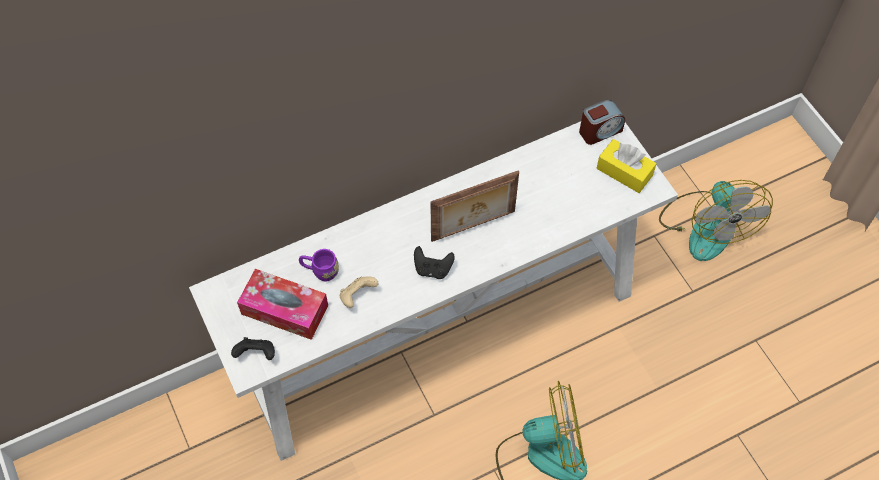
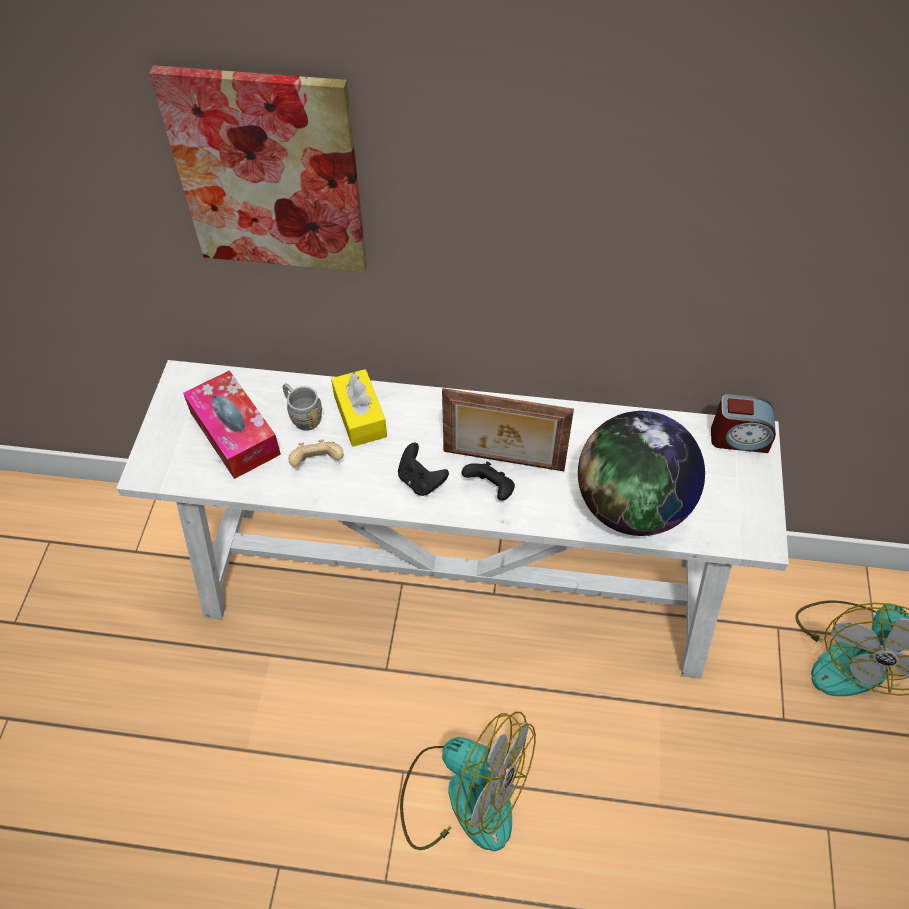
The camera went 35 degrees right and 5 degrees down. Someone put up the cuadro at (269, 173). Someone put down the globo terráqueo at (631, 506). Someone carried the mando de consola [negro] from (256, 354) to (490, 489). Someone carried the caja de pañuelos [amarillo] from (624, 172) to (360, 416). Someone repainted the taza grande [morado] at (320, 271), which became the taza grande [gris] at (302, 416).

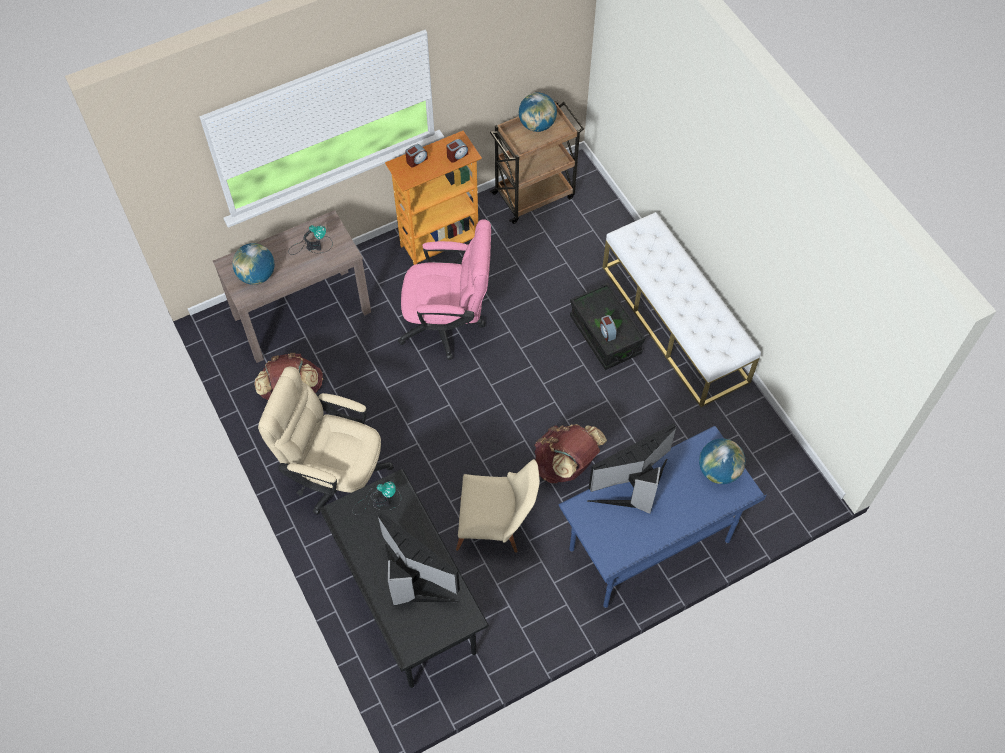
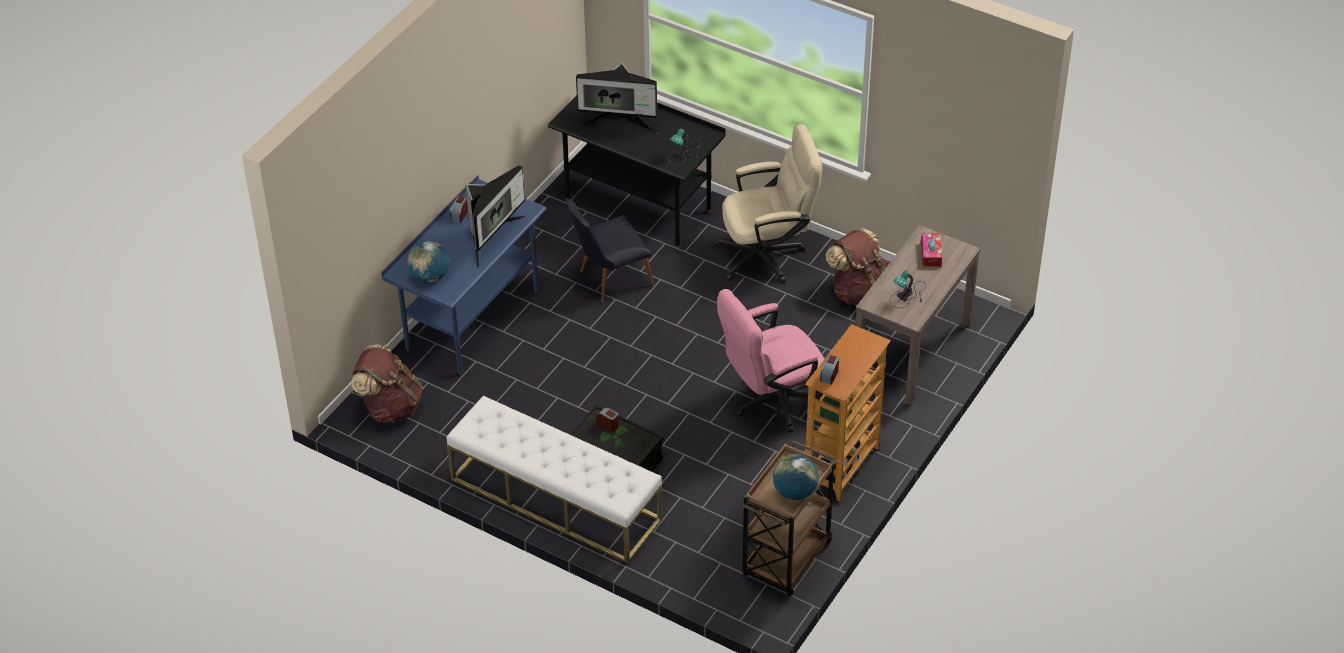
The camera went 150 degrees right and 15 degrees down. Someone carried the despertador from (416, 160) to (460, 215). Someone carried the mochila [marrón] from (566, 465) to (390, 407). Someone swapped the globo terráqueo at (257, 275) for the caja de pañuelos at (930, 254). Someone repainted the silla [beis] at (496, 527), which became the silla [negro] at (609, 279).

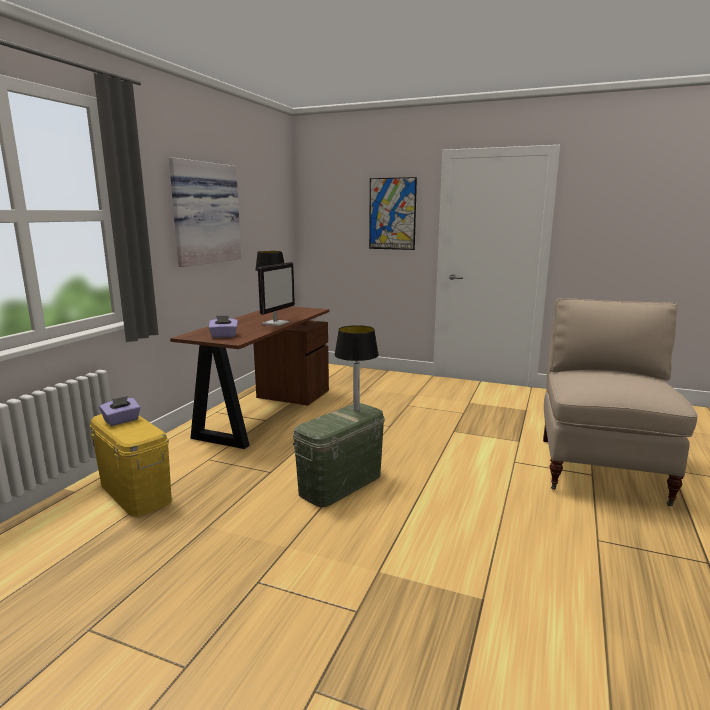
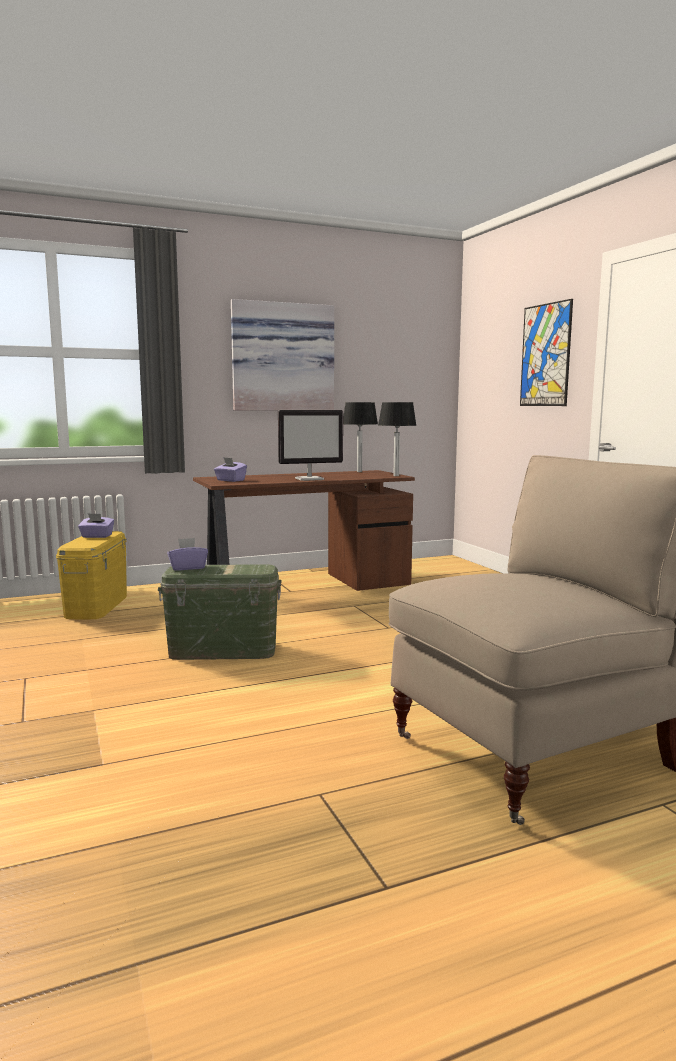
The camera went 45 degrees right and 5 degrees down. Someone put down the caja de pañuelos [morado] at (187, 567). Someone carried the lámpara de mesa from (356, 409) to (396, 475).

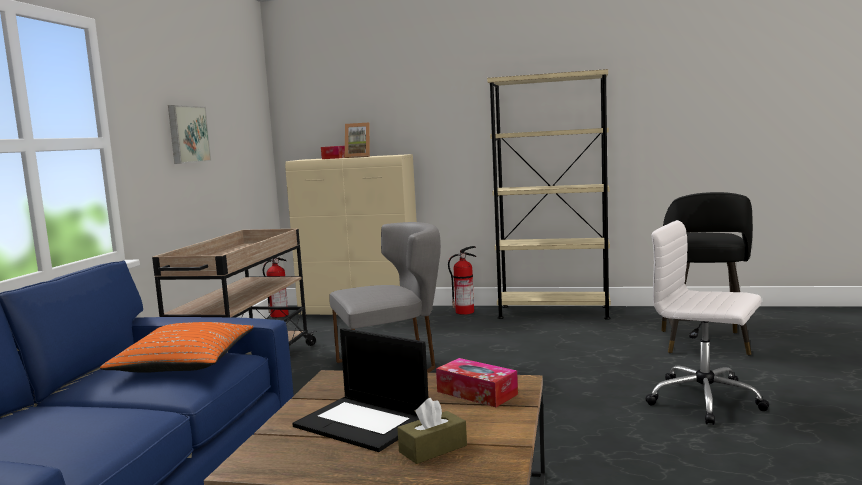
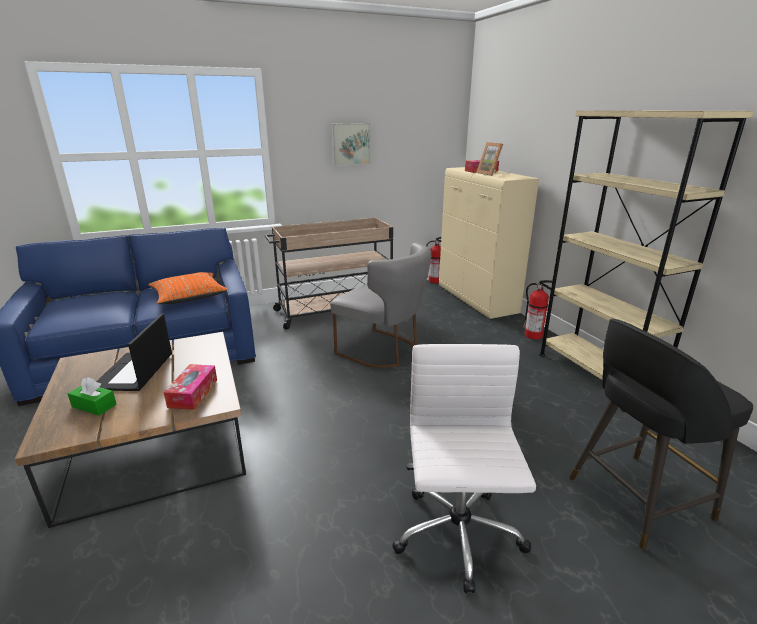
The camera went 55 degrees right and 15 degrees up. Someone repainted the caja de pañuelos [marrón] at (433, 449), which became the caja de pañuelos [verde] at (94, 406).

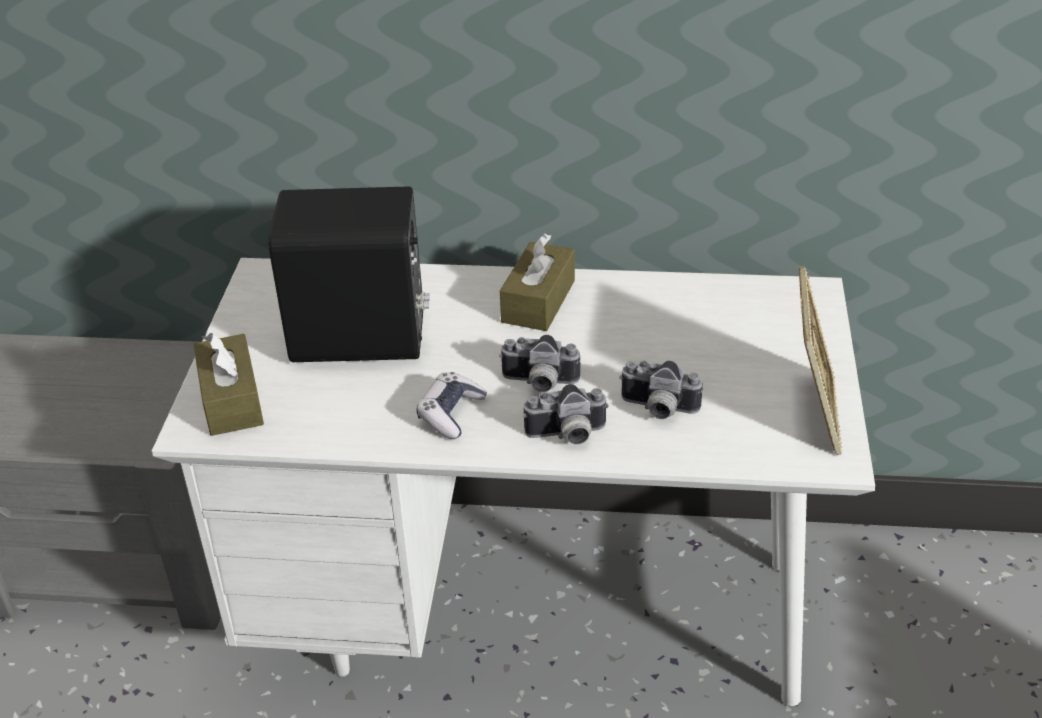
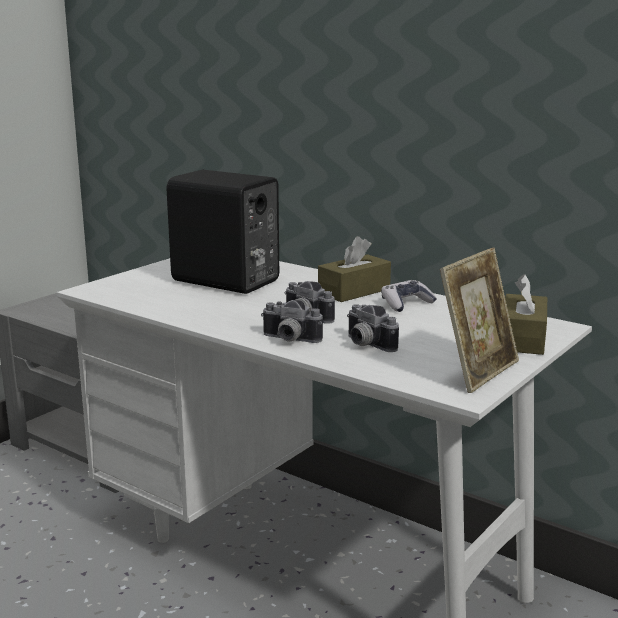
The camera went 30 degrees right and 20 degrees down. Someone carried the caja de pañuelos [marrón] from (231, 400) to (522, 339). Someone carried the mando de consola from (451, 413) to (406, 304).

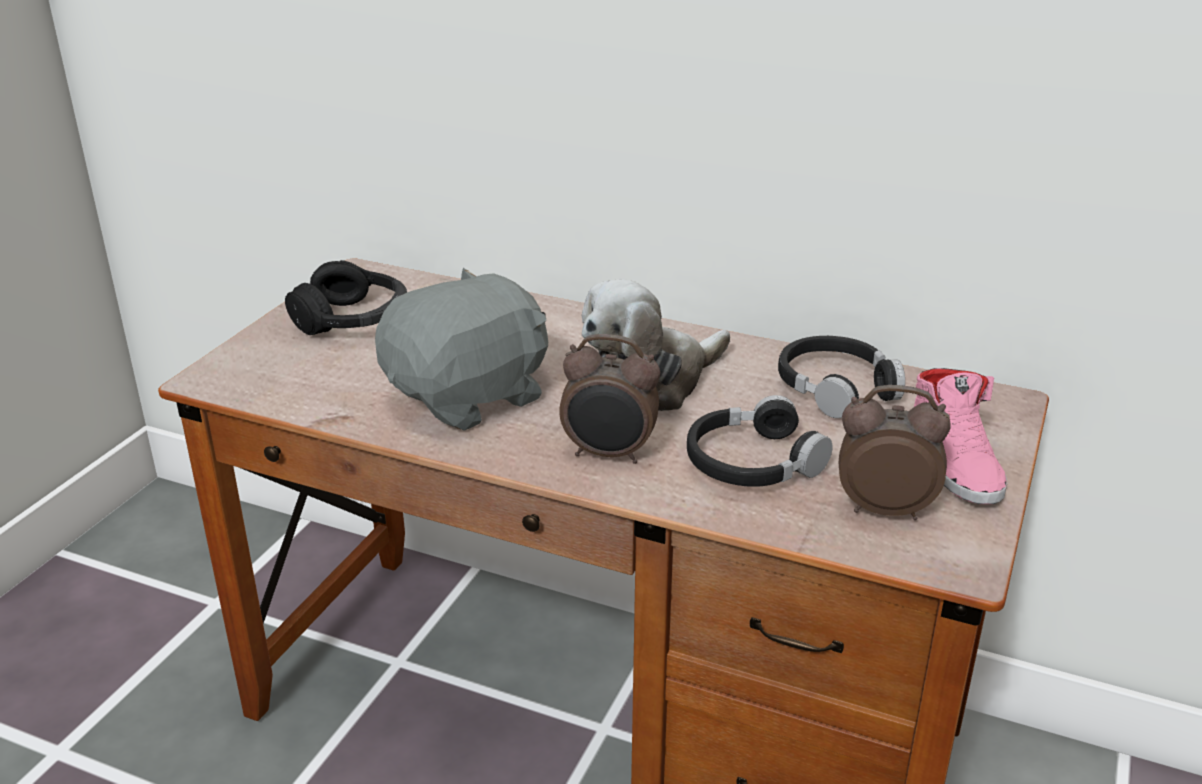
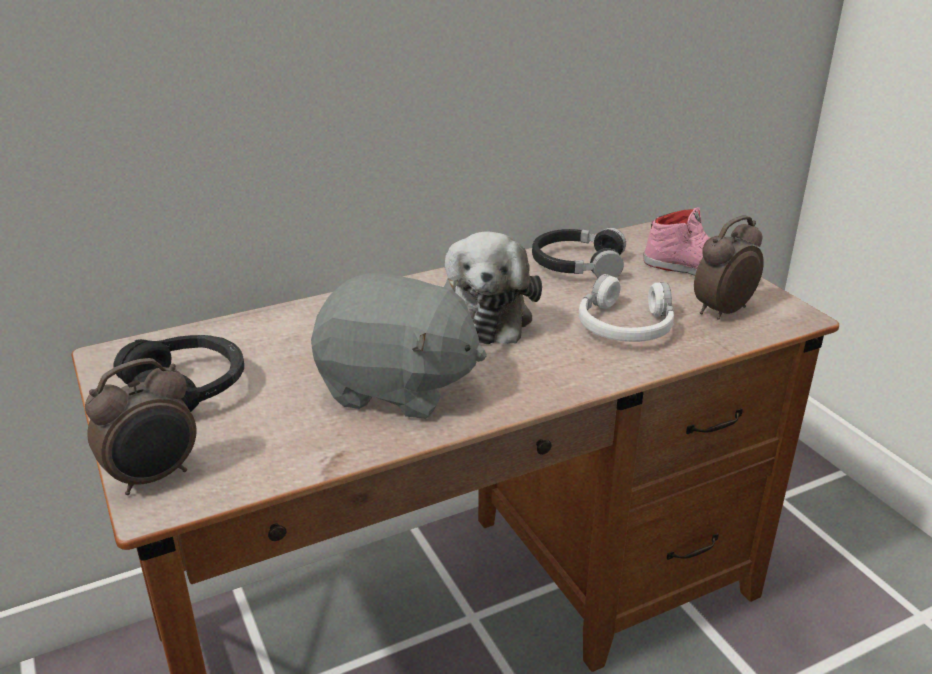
The camera went 50 degrees left and 0 degrees up. Someone carried the despertador from (609, 454) to (154, 477). Someone repainted the auriculares [negro] at (752, 463), which became the auriculares [blanco] at (625, 325). Someone rotated the peluche [gris] at (470, 397) by 105 degrees clockwise.

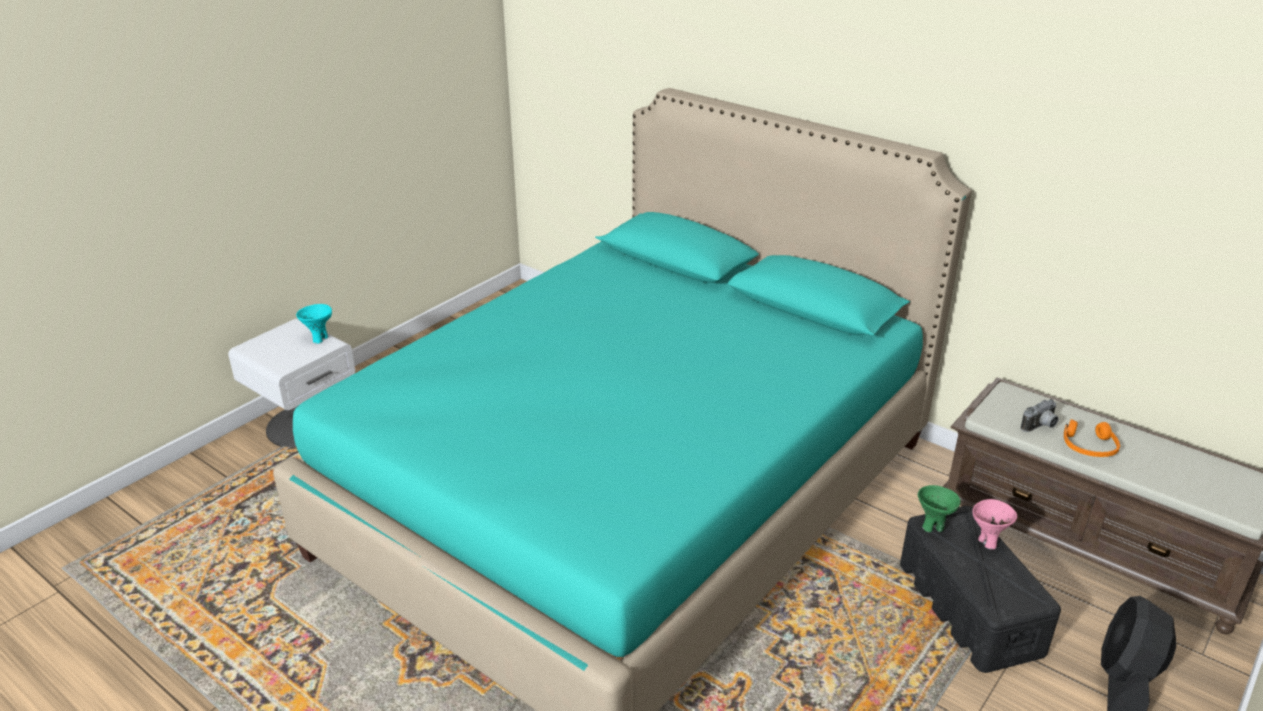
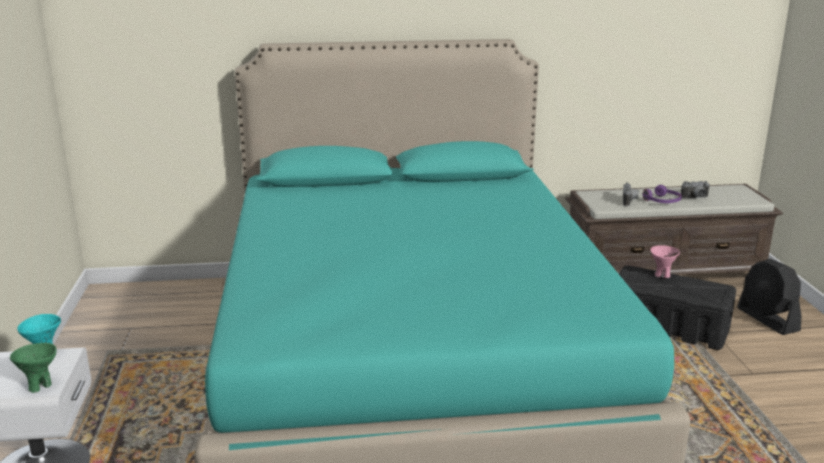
The camera went 45 degrees left and 10 degrees down. Someone put down the cámara at (695, 198). Someone carried the cuenco [verde] from (932, 526) to (39, 386). Someone repainted the auriculares [naranja] at (1088, 446), which became the auriculares [morado] at (662, 201).

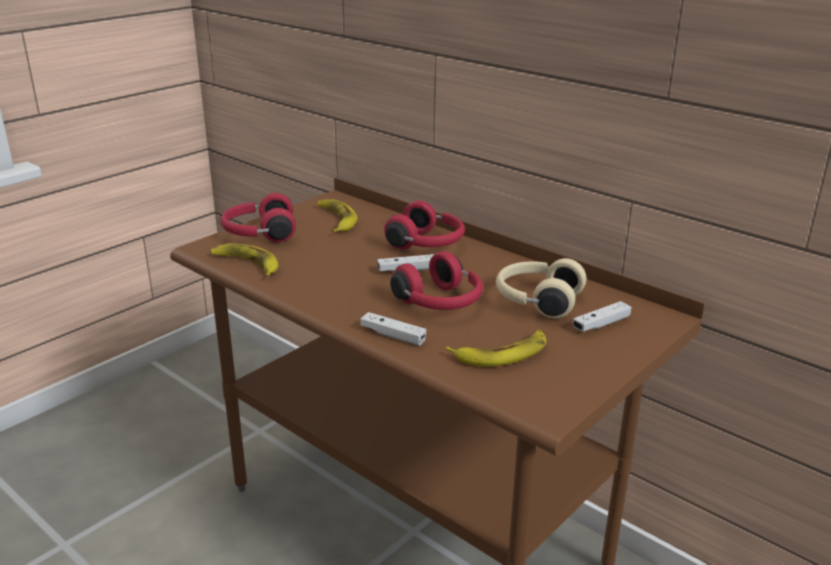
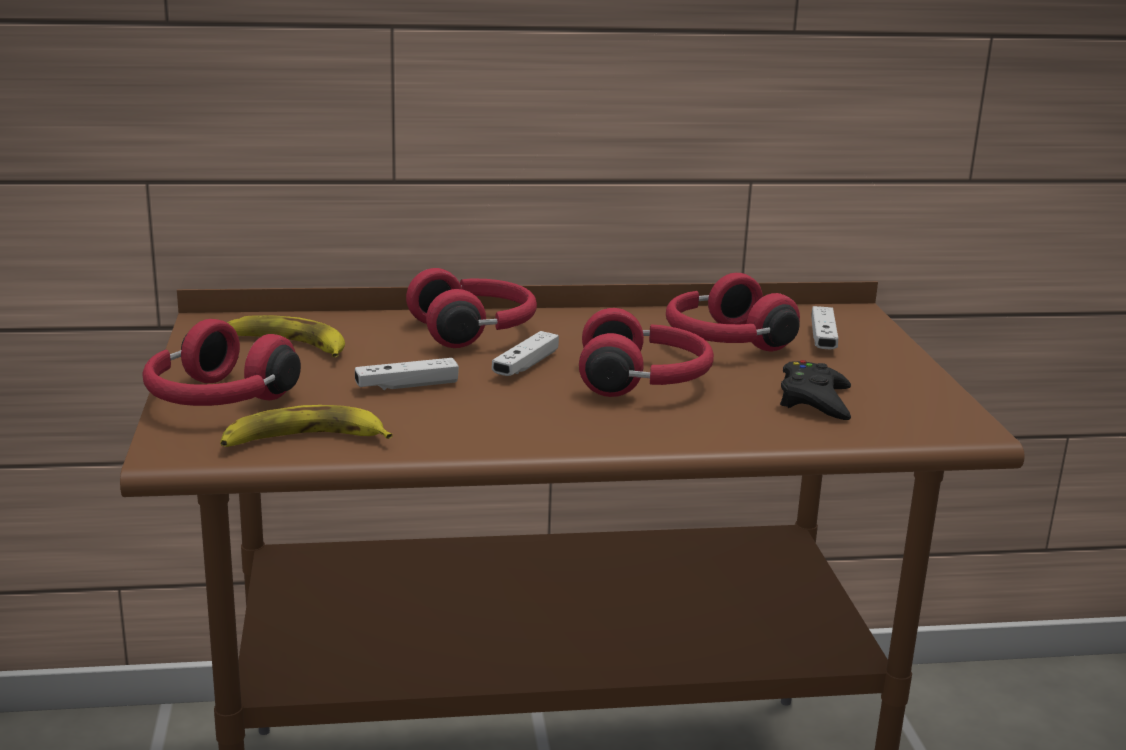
The camera went 50 degrees left and 5 degrees down. Someone carried the mando de consola [blanco] from (393, 335) to (407, 386). Someone swapped the plátano at (502, 353) for the mando de consola [negro] at (815, 400). Someone repainted the auriculares [beis] at (536, 301), which became the auriculares [rojo] at (724, 342).

